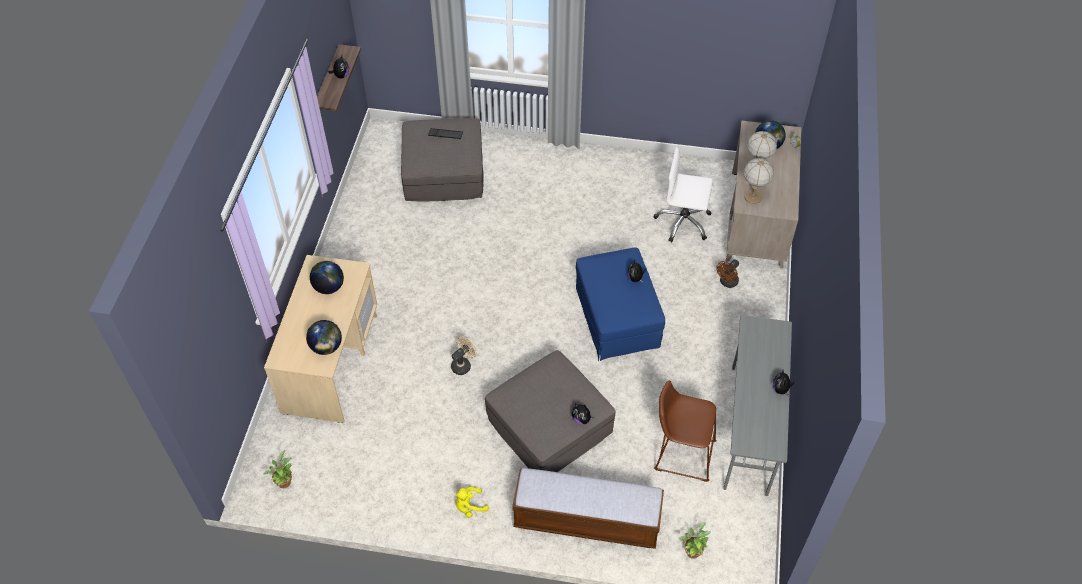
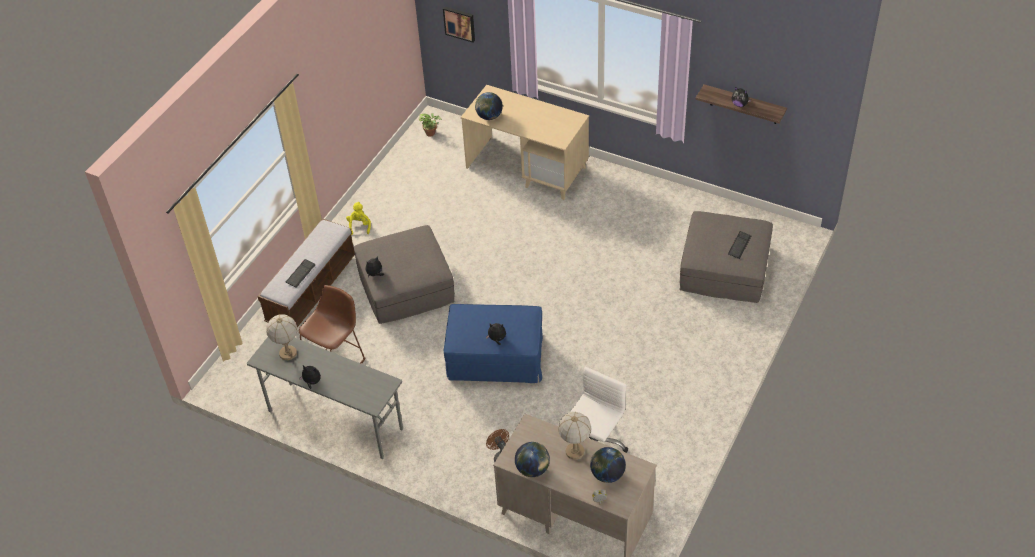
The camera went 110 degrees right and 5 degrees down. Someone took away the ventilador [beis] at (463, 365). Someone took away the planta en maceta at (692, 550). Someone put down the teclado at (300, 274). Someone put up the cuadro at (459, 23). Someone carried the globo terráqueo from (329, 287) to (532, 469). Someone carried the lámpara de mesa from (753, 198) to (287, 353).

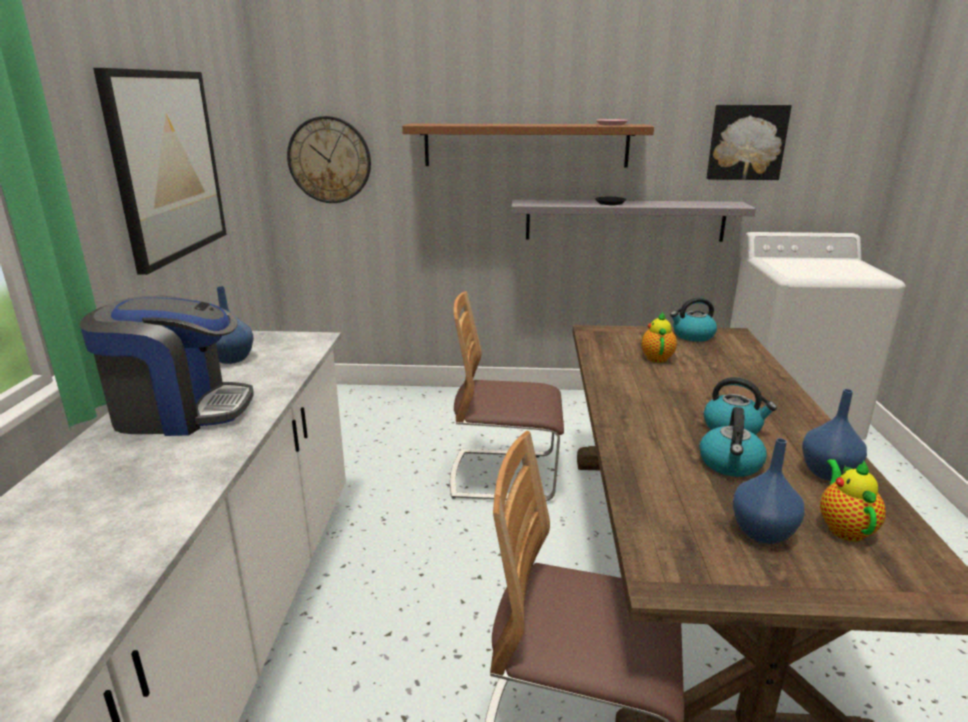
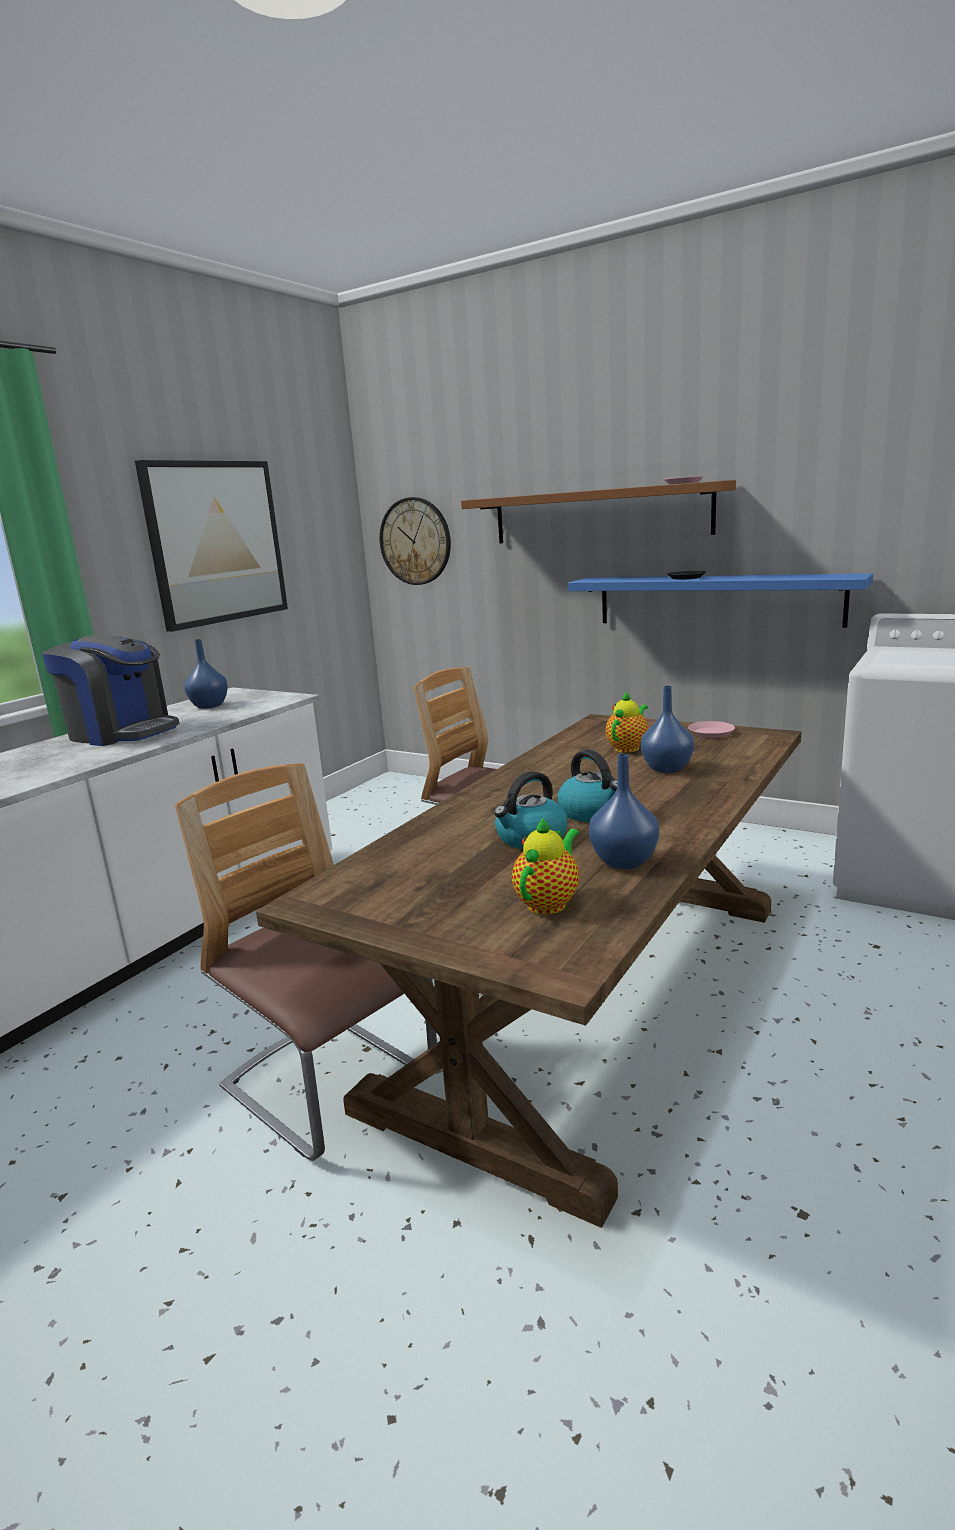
The camera went 30 degrees right and 5 degrees down. Someone took away the cuadro at (746, 142). Someone carried the florero [azul] from (761, 532) to (666, 768). Someone swapped the hervidor at (692, 336) for the plato [rosa] at (711, 733). Someone repainted the estante [gris] at (625, 220), which became the estante [azul] at (716, 600).

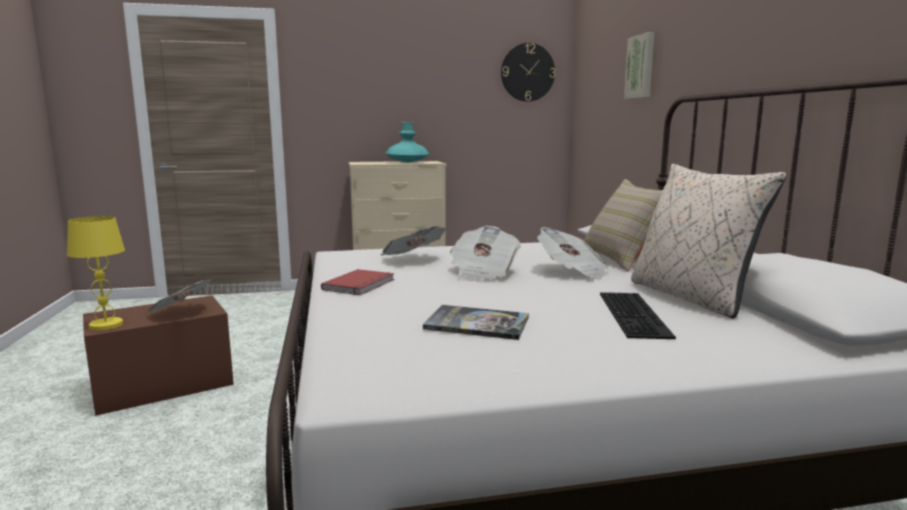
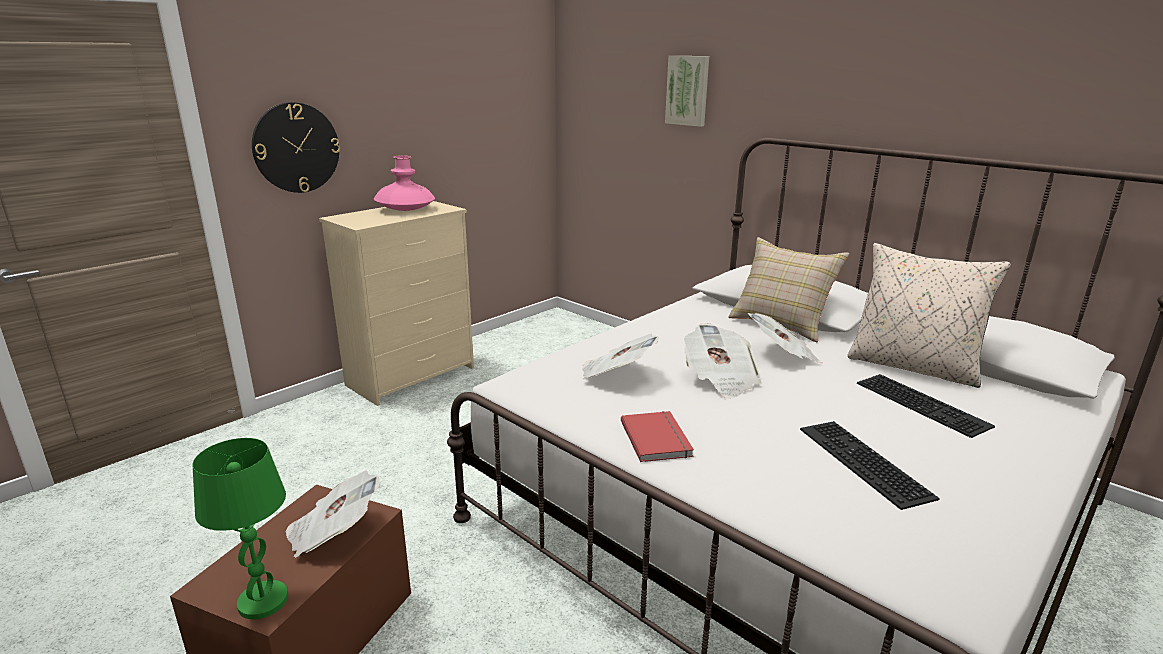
The camera went 35 degrees left and 10 degrees up. Someone carried the reloj de pared from (527, 72) to (296, 148). Someone swapped the libro at (477, 323) for the teclado at (860, 461). Someone repainted the lámpara de mesa [amarillo] at (106, 325), which became the lámpara de mesa [verde] at (263, 601). Someone repainted the florero [turquesa] at (407, 162), which became the florero [rosa] at (405, 209).

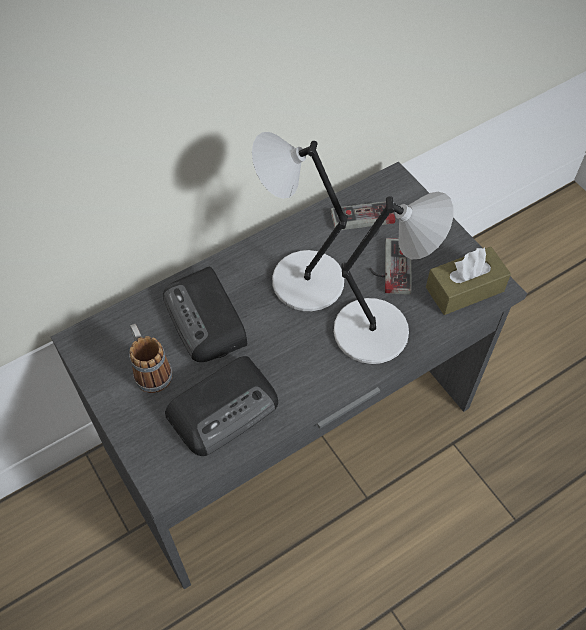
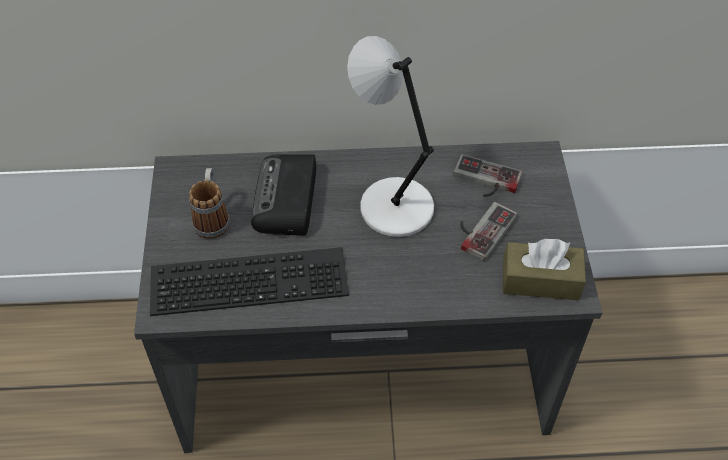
The camera went 30 degrees right and 5 degrees down. Someone took away the lámpara de mesa [gris] at (376, 331). Someone swapped the radio at (225, 408) for the teclado at (250, 278).

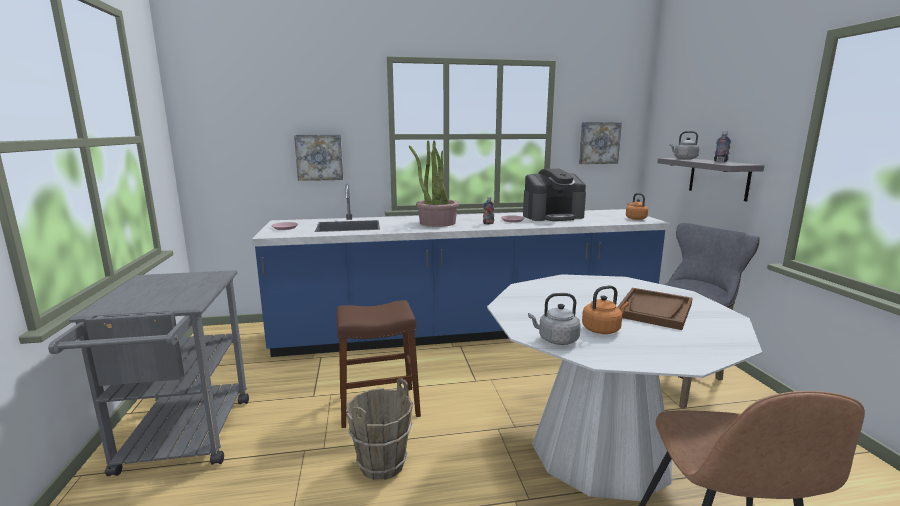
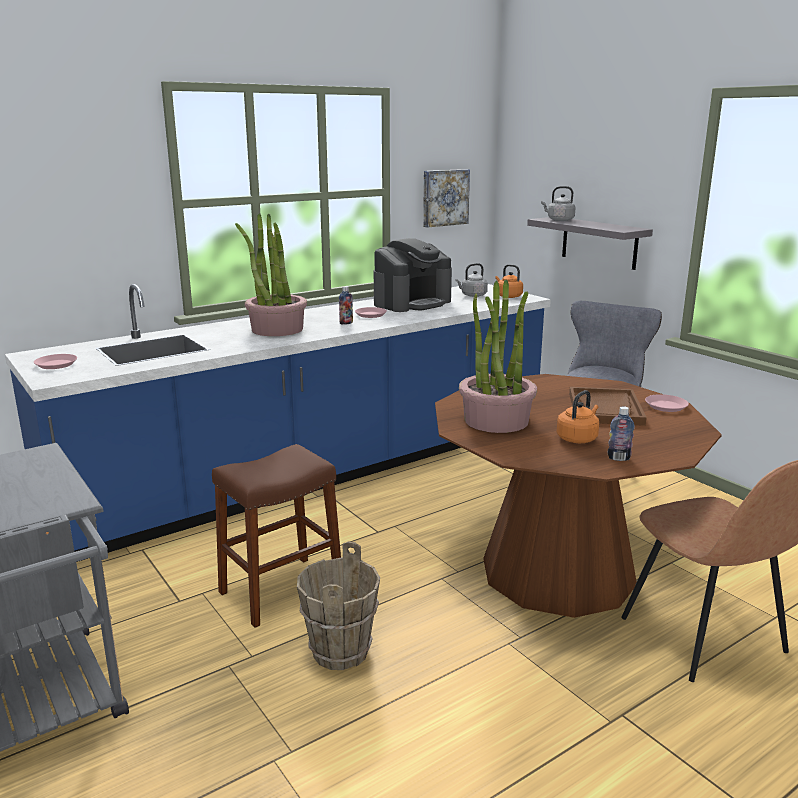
The camera went 25 degrees left and 5 degrees up. Someone took away the cuadro at (319, 157). Someone put down the planta en maceta at (496, 421). Someone put down the plato [rosa] at (665, 406). Someone carried the hervidor [gris] from (556, 340) to (472, 295). Someone carried the botella from (720, 161) to (618, 458). Someone repainted the mesa de comedor [blanco] at (601, 449), which became the mesa de comedor [marrón] at (558, 571).

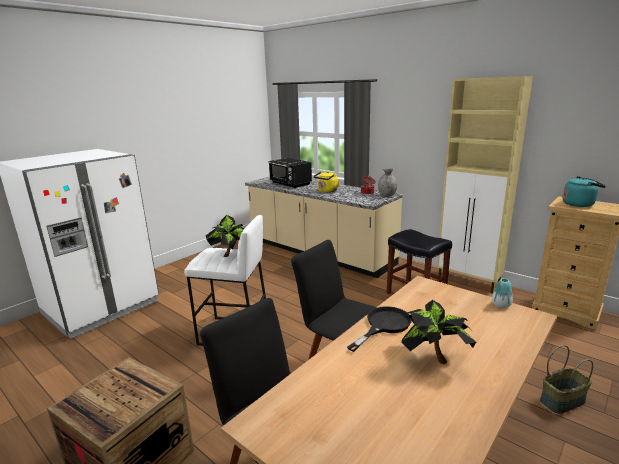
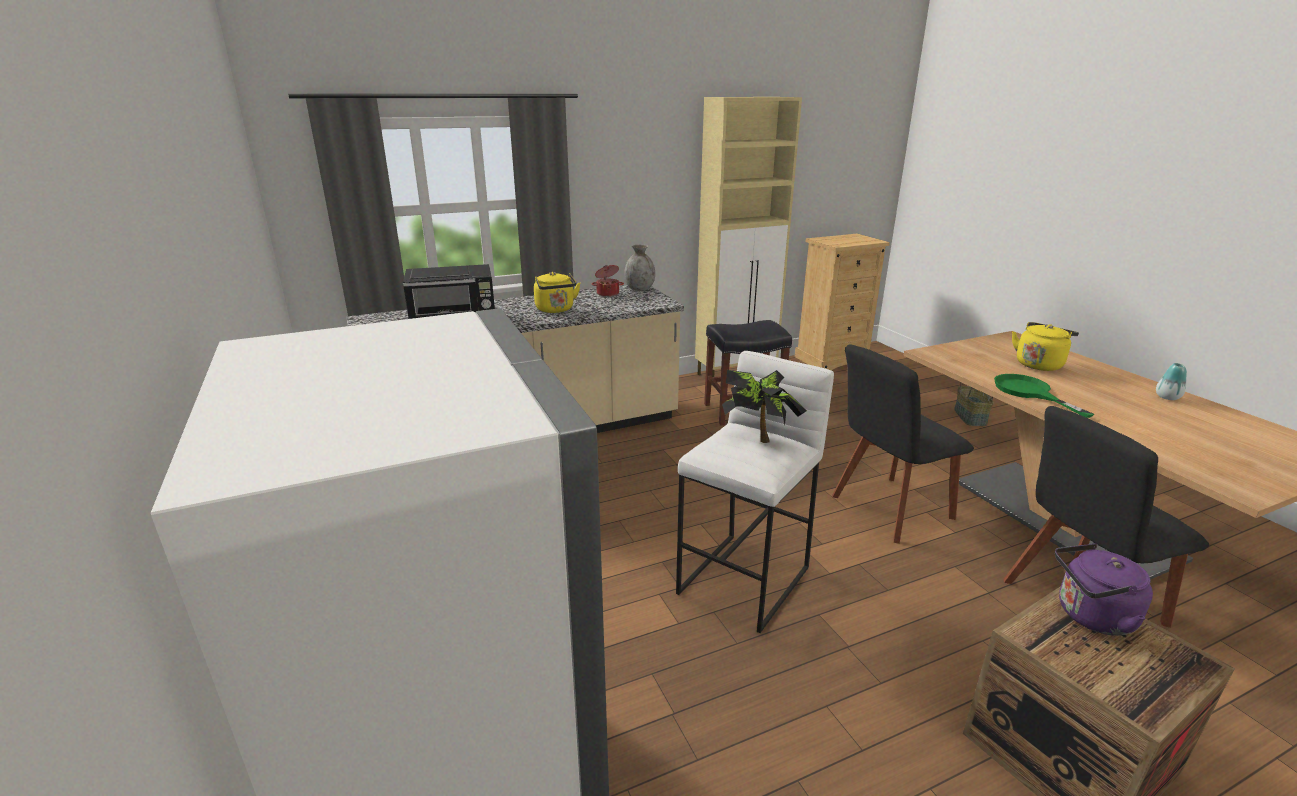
The camera went 65 degrees left and 5 degrees up. Someone took away the planta en maceta at (433, 358). Someone took away the hervidor [turquesa] at (579, 204). Someone put down the hervidor [amarillo] at (1039, 364). Someone put down the hervidor [morado] at (1090, 616). Someone carried the florero from (501, 305) to (1167, 397). Someone repainted the sartén [negro] at (383, 325), which became the sartén [verde] at (1029, 392).

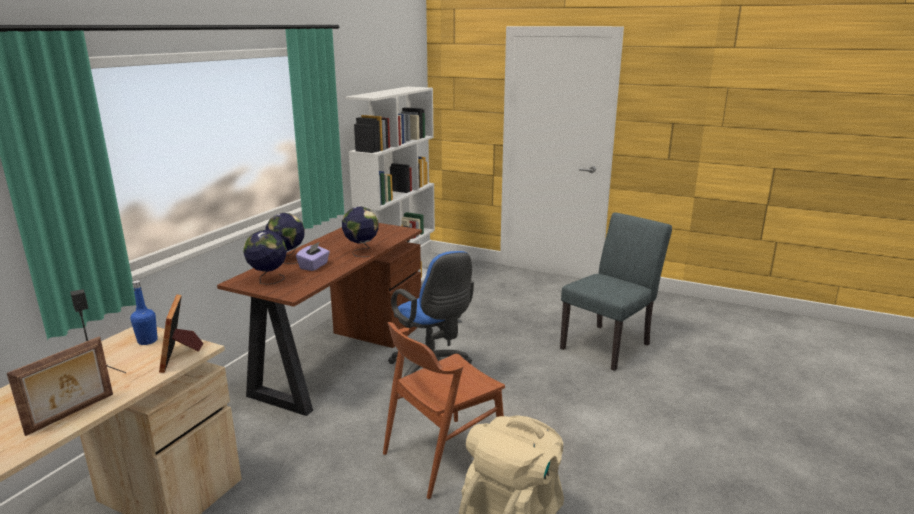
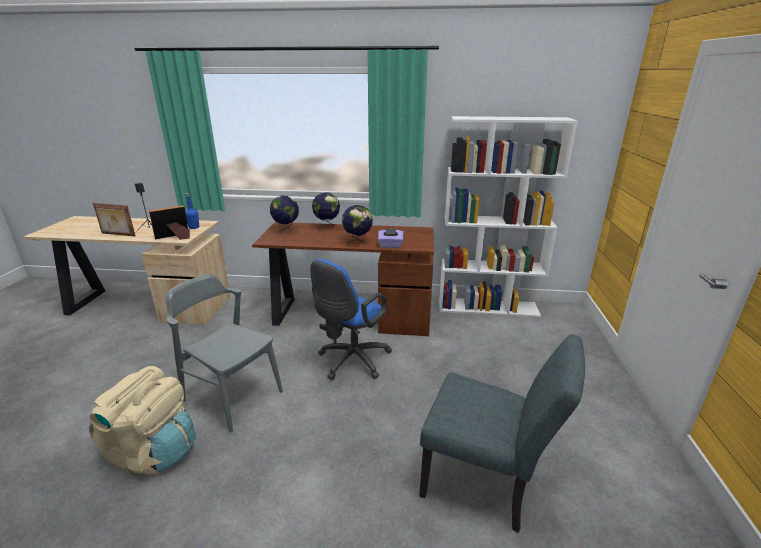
The camera went 70 degrees right and 5 degrees up. Someone carried the caja de pañuelos [morado] from (314, 266) to (390, 246). Someone repainted the silla [marrón] at (443, 456), which became the silla [gris] at (232, 396).

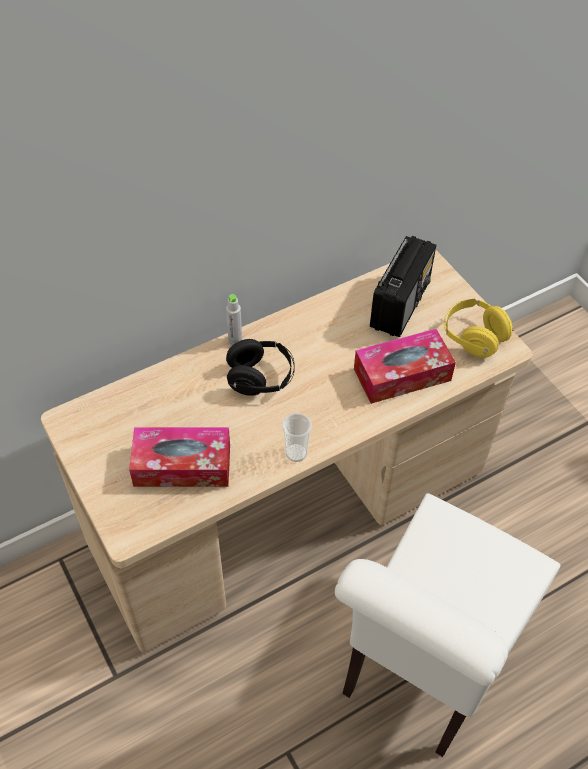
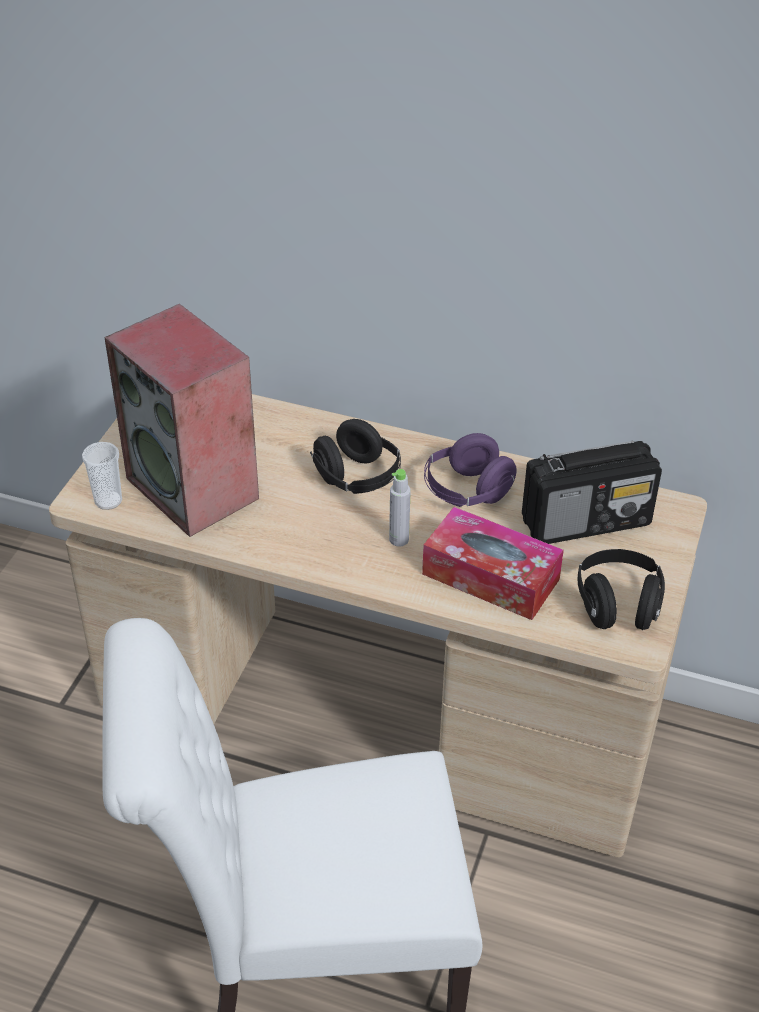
The camera went 50 degrees right and 10 degrees down. Someone put down the auriculares [morado] at (467, 492). Someone carried the botella [gris] from (235, 340) to (399, 539). Someone carried the taza from (296, 453) to (108, 501). Someone swapped the caja de pañuelos at (182, 465) for the altavoz at (195, 488). Someone repainted the auriculares [amarillo] at (473, 337), which became the auriculares [negro] at (618, 605).

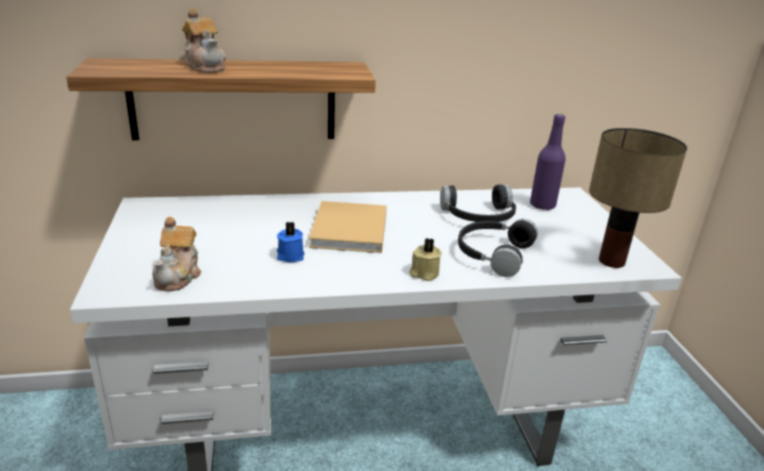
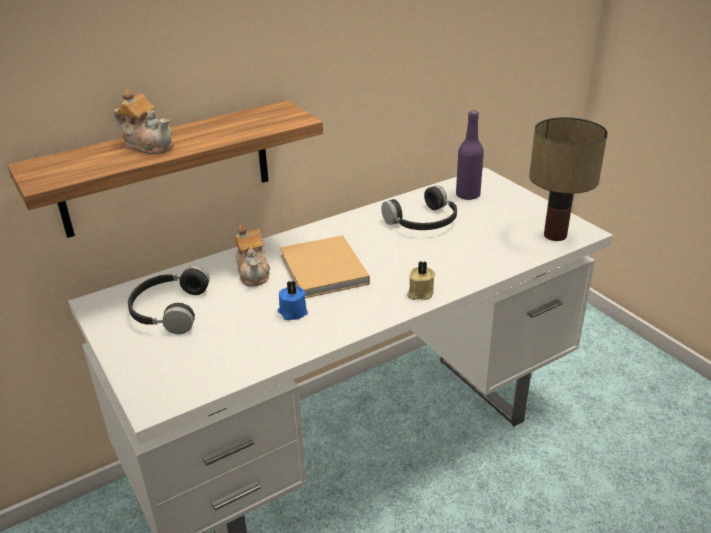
The camera went 20 degrees left and 5 degrees up. Someone carried the tetera from (179, 275) to (254, 272). Someone carried the auriculares [negro] from (492, 254) to (168, 310).

